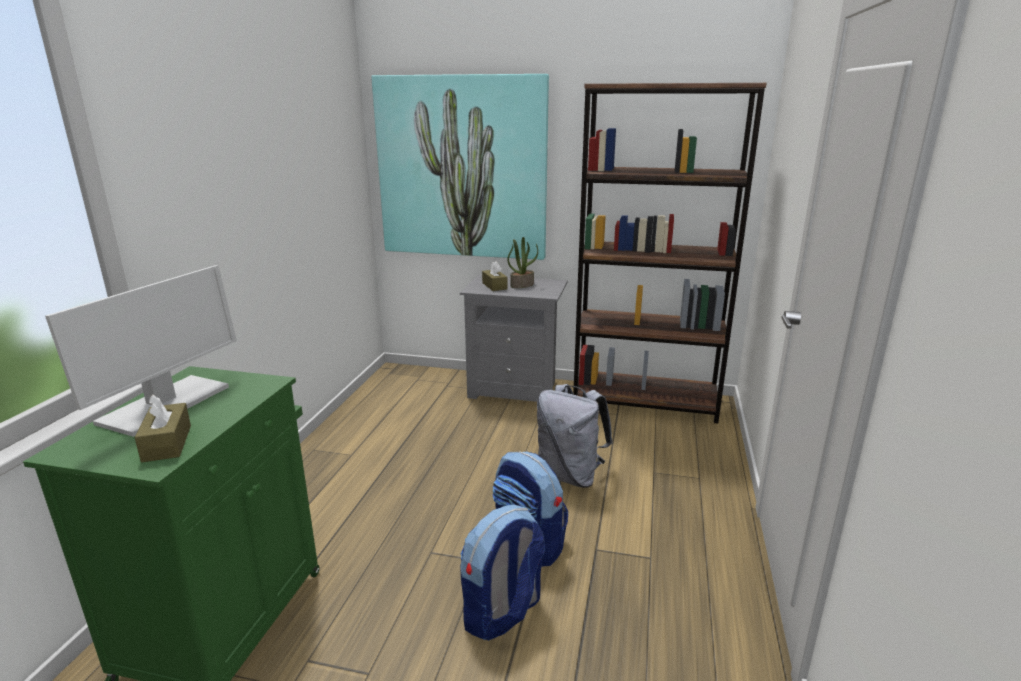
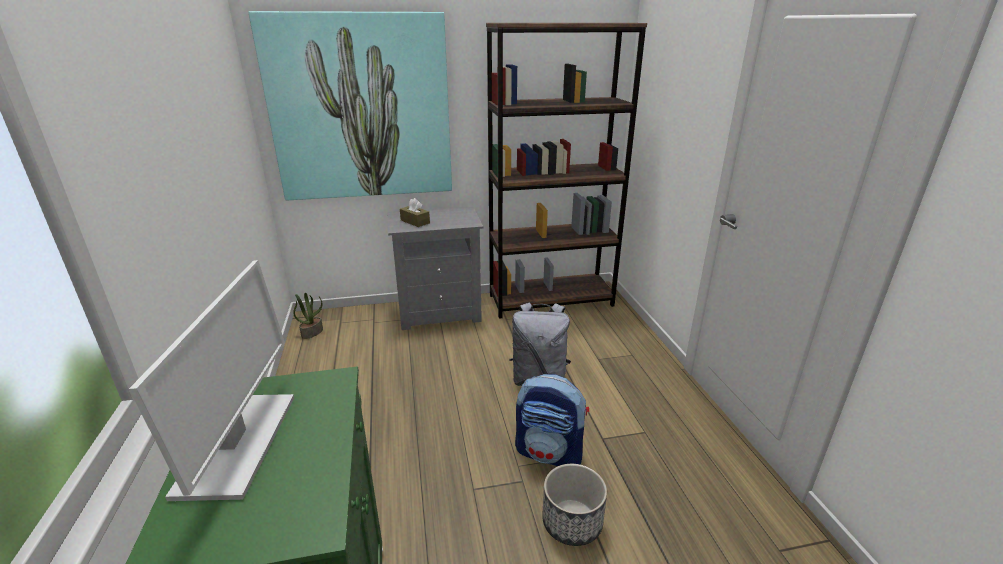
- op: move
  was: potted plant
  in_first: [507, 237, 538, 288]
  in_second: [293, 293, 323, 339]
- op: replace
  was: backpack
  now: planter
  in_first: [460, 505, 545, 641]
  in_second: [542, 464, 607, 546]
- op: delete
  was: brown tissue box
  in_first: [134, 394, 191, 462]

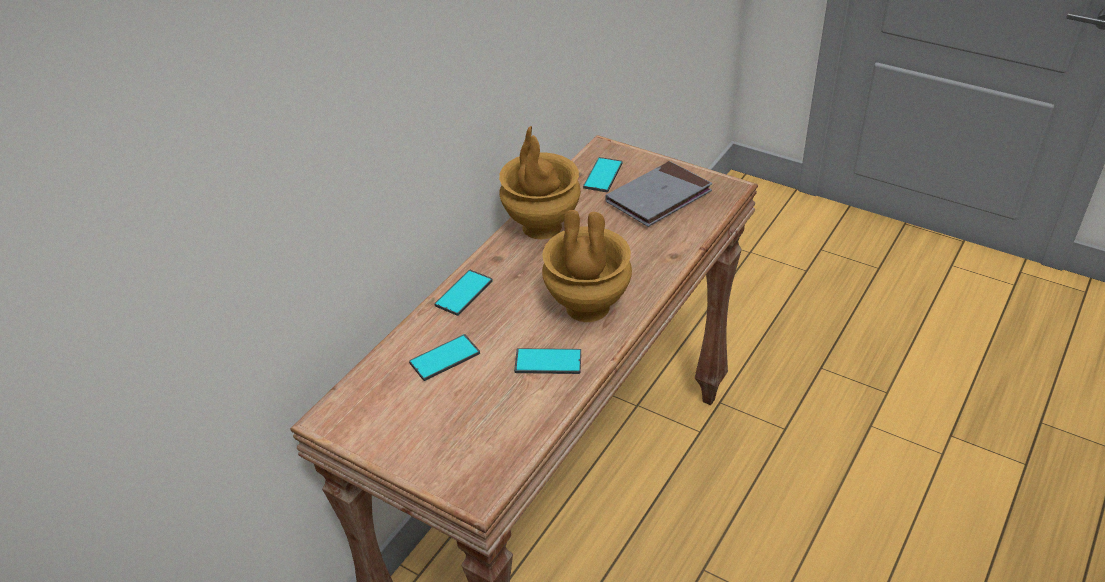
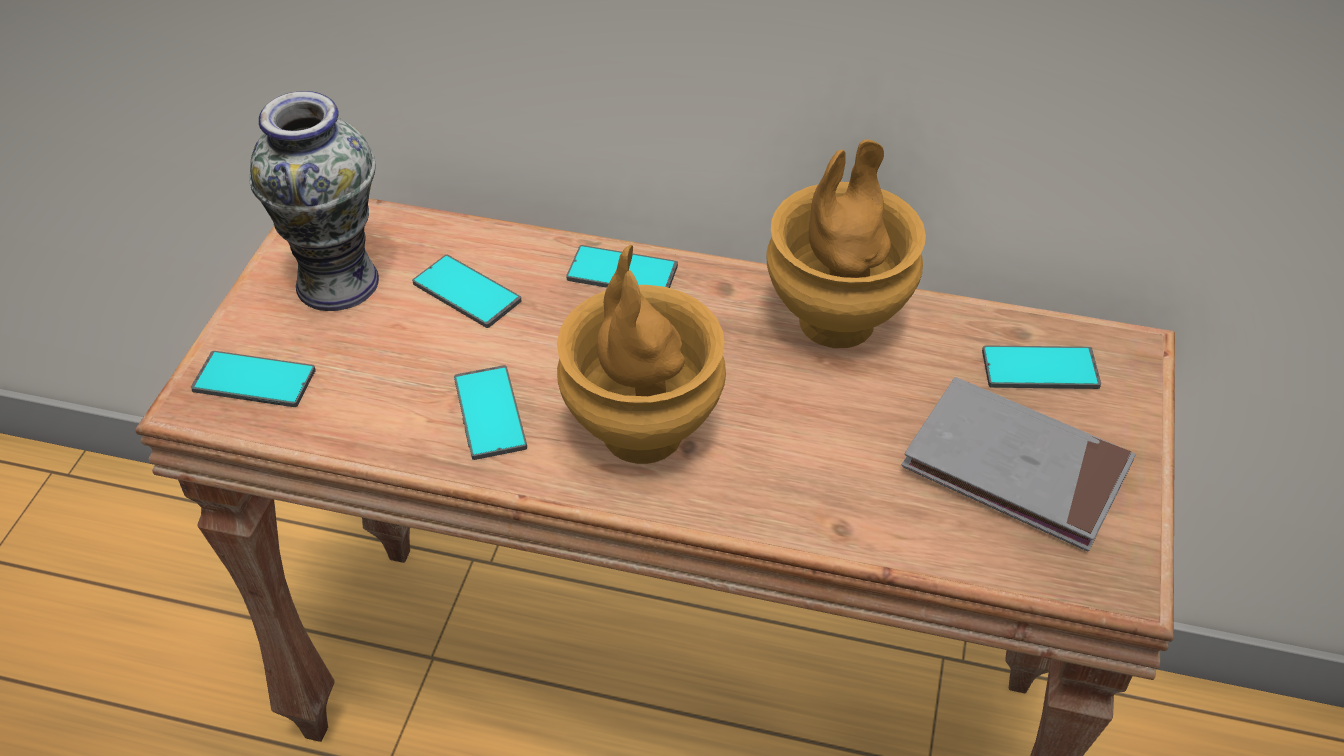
- op: insert
  now: phone
  in_second: [191, 351, 316, 407]
- op: insert
  now: vase
  in_second: [250, 91, 379, 311]

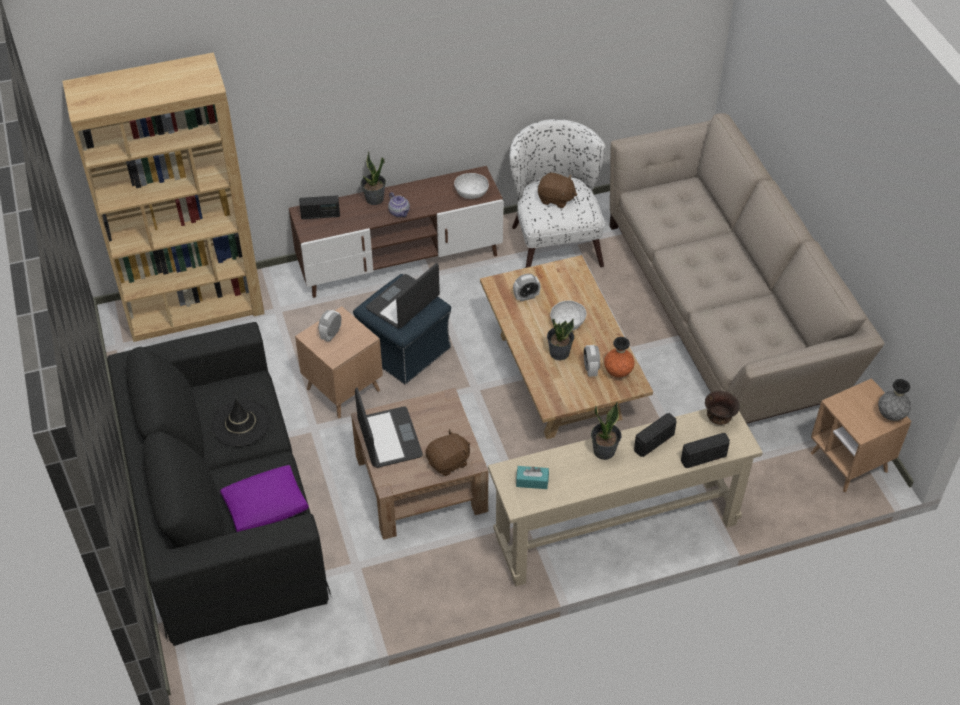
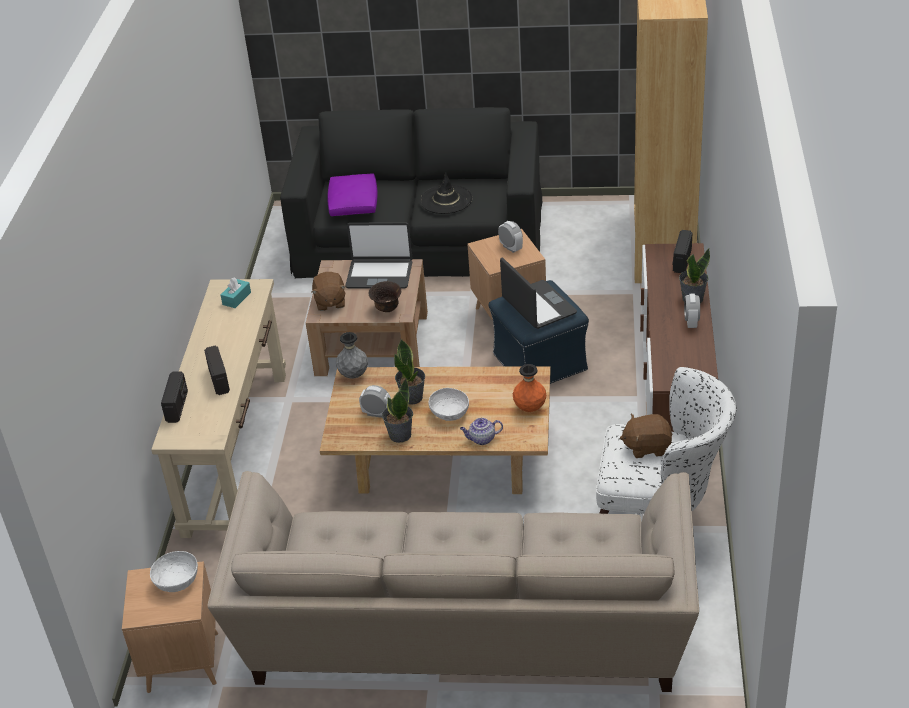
- op: move
  was: white bowl
  in_first: [454, 173, 489, 199]
  in_second: [150, 551, 198, 592]
- op: move
  was: grey vase
  in_first: [878, 379, 911, 421]
  in_second: [336, 332, 368, 379]
- op: move
  was: brown bowl
  in_first: [705, 391, 740, 425]
  in_second: [369, 281, 401, 312]
- op: move
  was: potted plant
  in_first: [591, 402, 622, 460]
  in_second: [382, 379, 413, 443]
- op: move
  was: teapot
  in_first: [388, 192, 410, 217]
  in_second: [460, 418, 503, 445]
- op: move
  was: orange vase
  in_first: [604, 337, 635, 377]
  in_second: [513, 364, 546, 412]
- op: rotate
  was: brown plush toy
  in_first: [538, 173, 577, 208]
  in_second: [620, 414, 672, 458]
  clockwise: 45
- op: move
  was: alarm clock
  in_first: [513, 274, 541, 301]
  in_second: [684, 294, 700, 328]

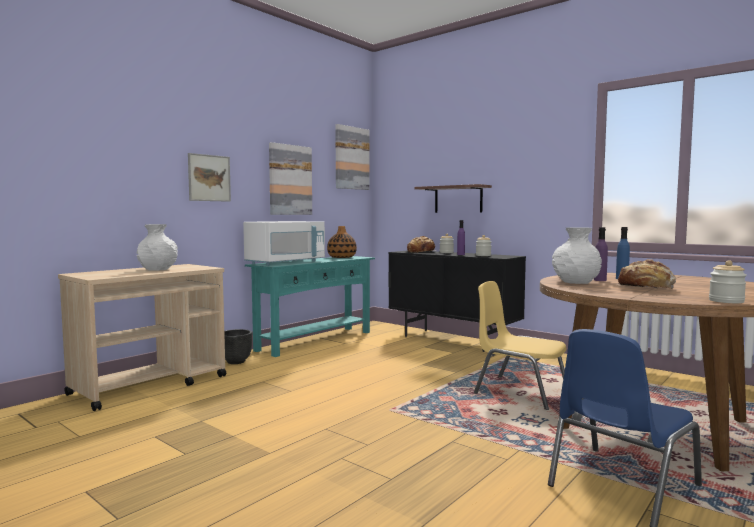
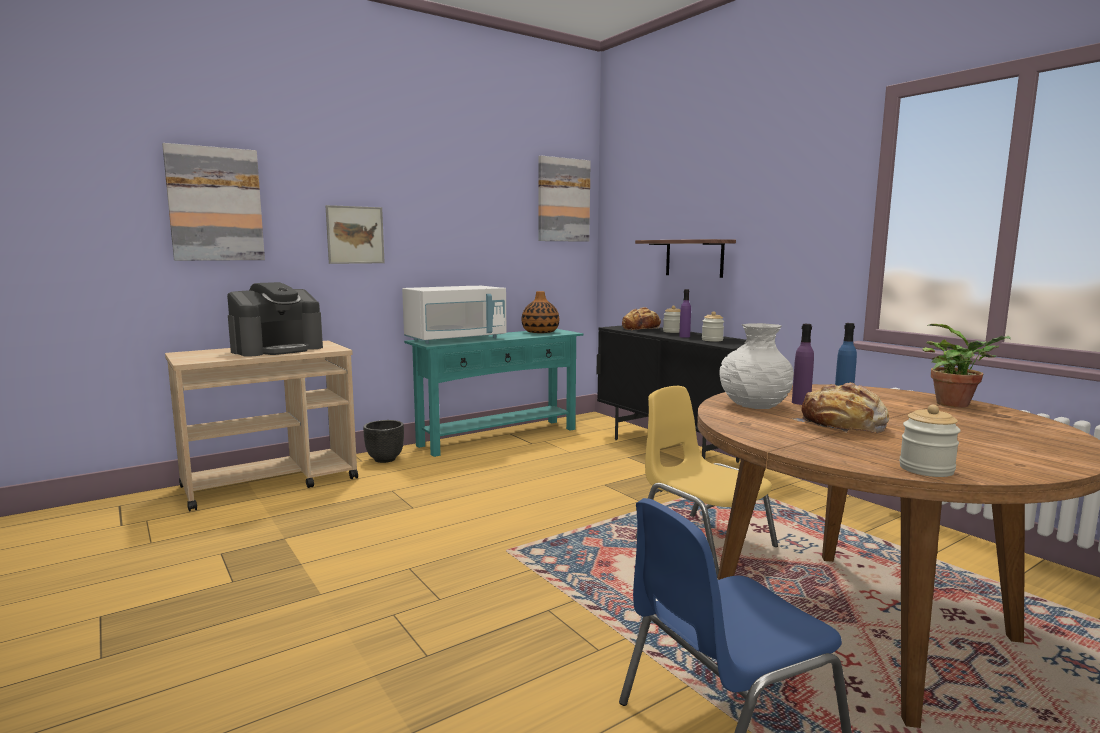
- op: move
  was: picture
  in_first: [269, 142, 312, 215]
  in_second: [162, 143, 265, 261]
- op: replace
  was: white vase
  now: coffee machine
  in_first: [137, 224, 178, 271]
  in_second: [227, 282, 323, 357]
- op: insert
  now: potted plant
  in_second: [922, 324, 1011, 407]

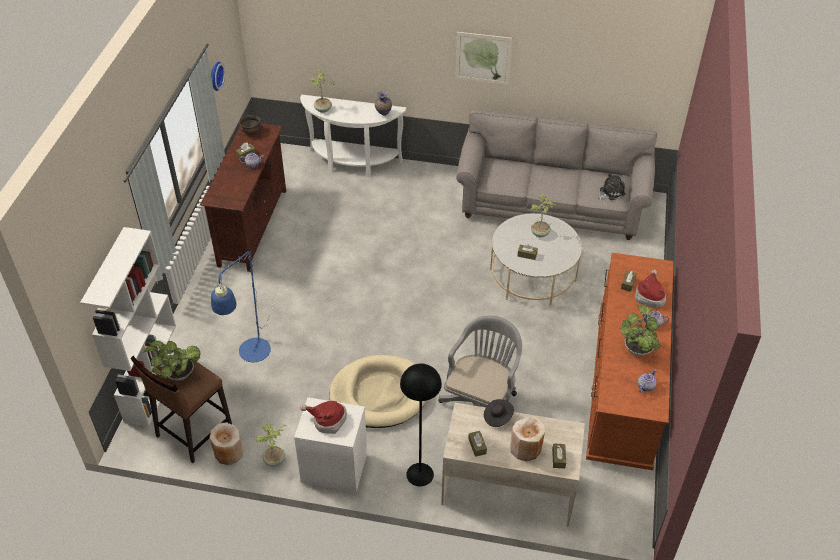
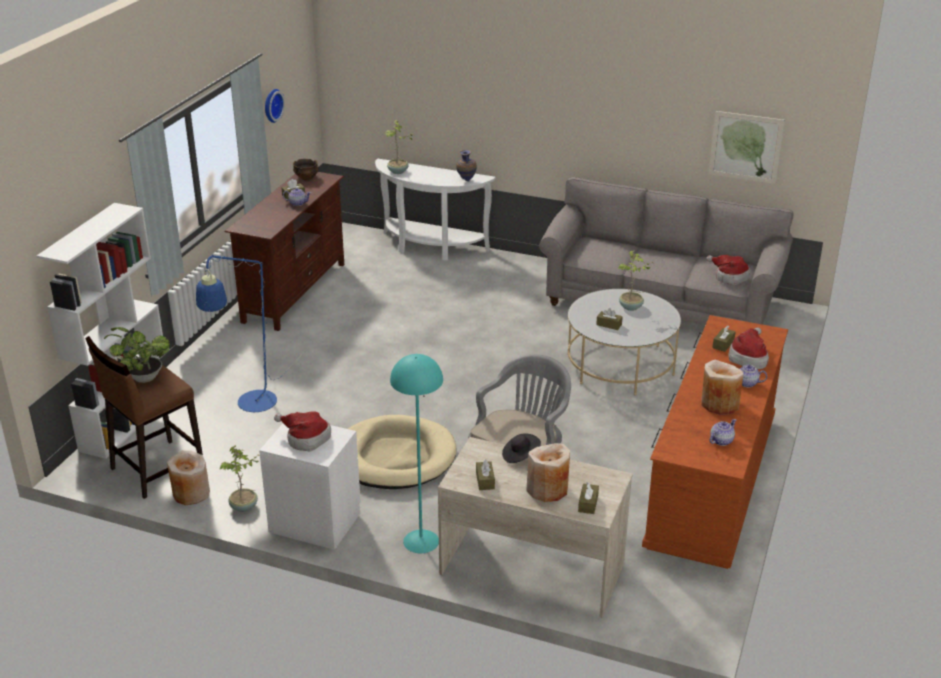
- op: recolor
  was: black floor lamp
  now: turquoise floor lamp
  in_first: [400, 363, 442, 486]
  in_second: [390, 354, 443, 553]
- op: replace
  was: potted plant
  now: beige vase
  in_first: [620, 305, 660, 356]
  in_second: [701, 360, 743, 415]
- op: replace
  was: plush toy
  now: hat
  in_first: [598, 173, 625, 200]
  in_second: [707, 255, 751, 285]
- op: move
  was: picture
  in_first: [455, 32, 513, 85]
  in_second: [708, 111, 785, 184]

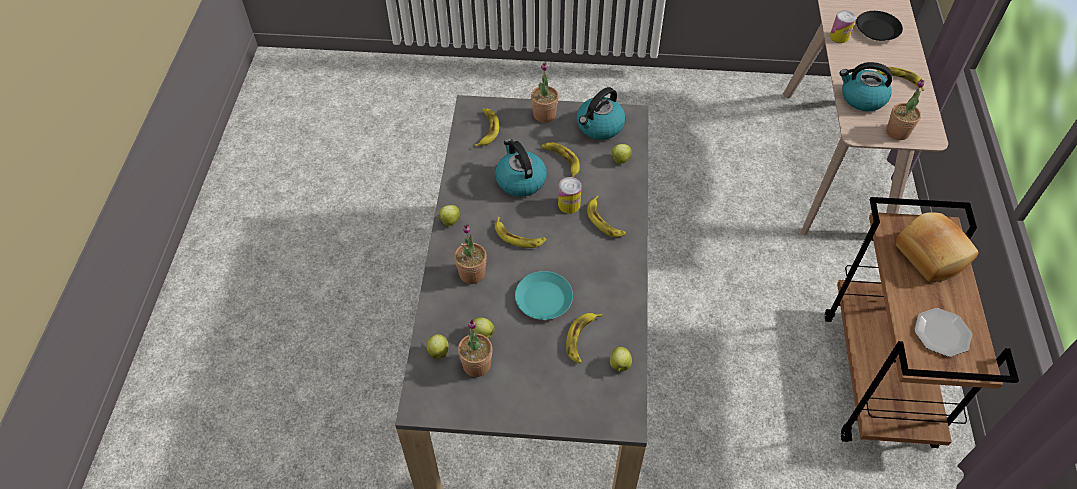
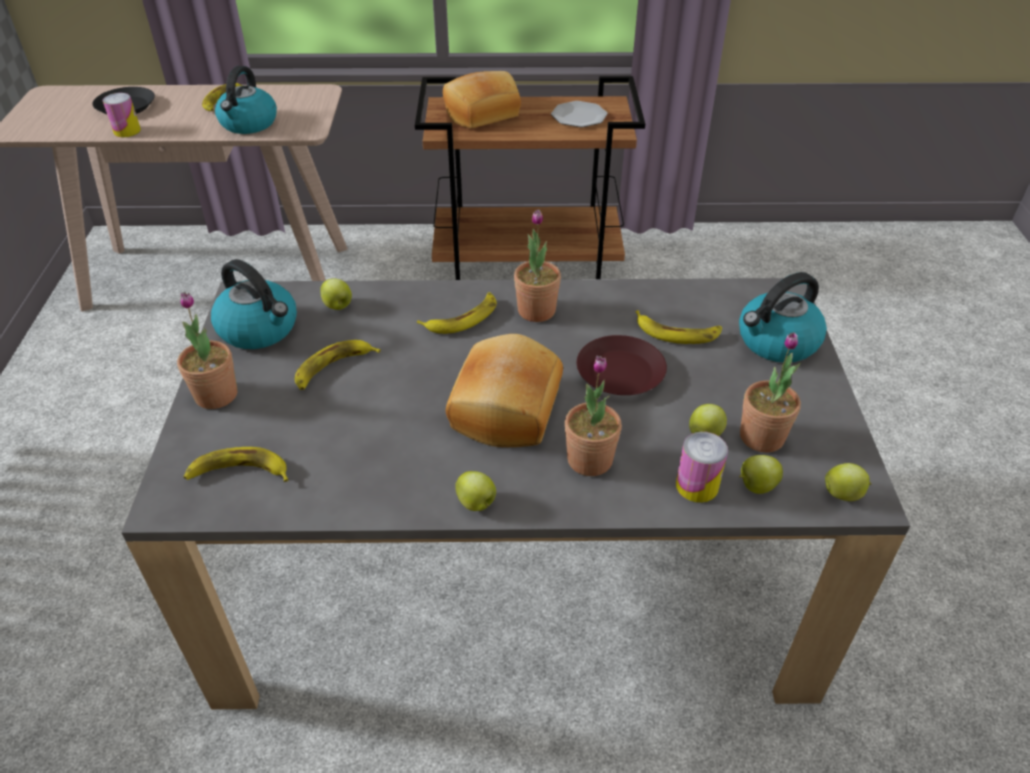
- op: replace
  was: banana
  now: bread
  in_first: [495, 217, 546, 248]
  in_second: [446, 334, 563, 447]
- op: move
  was: potted plant
  in_first: [886, 79, 924, 140]
  in_second: [514, 209, 561, 322]
- op: recolor
  was: turquoise plate
  now: brown plate
  in_first: [515, 271, 573, 320]
  in_second: [577, 335, 667, 395]
- op: move
  was: can
  in_first: [558, 177, 582, 214]
  in_second: [676, 432, 728, 503]
- op: move
  was: kettle
  in_first: [495, 139, 547, 197]
  in_second: [739, 272, 827, 362]
- op: move
  was: apple
  in_first: [610, 347, 632, 371]
  in_second: [825, 463, 872, 501]

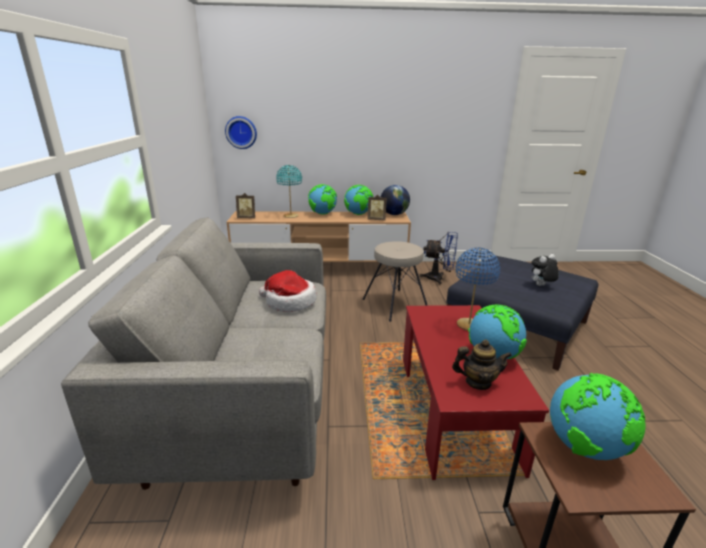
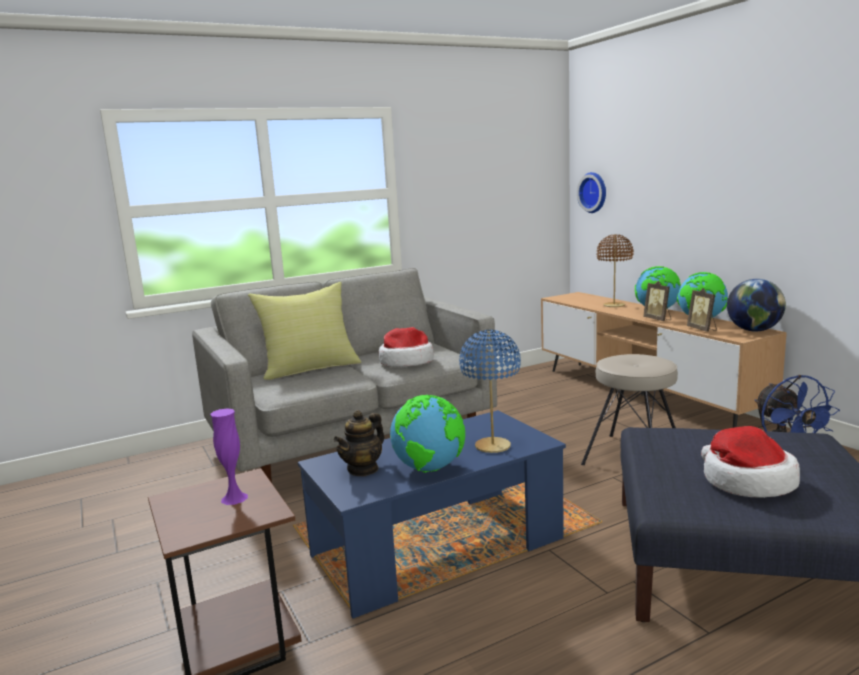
- op: replace
  was: globe
  now: purple vase
  in_first: [550, 373, 646, 460]
  in_second: [210, 409, 248, 505]
- op: insert
  now: yellow pillow
  in_second: [248, 282, 361, 380]
- op: recolor
  was: red coffee table
  now: blue coffee table
  in_first: [403, 305, 549, 480]
  in_second: [298, 410, 566, 619]
- op: rotate
  was: teapot
  in_first: [452, 339, 512, 390]
  in_second: [334, 410, 384, 476]
  clockwise: 60
- op: recolor
  was: turquoise table lamp
  now: brown table lamp
  in_first: [276, 165, 302, 218]
  in_second: [596, 234, 634, 307]
- op: move
  was: picture frame
  in_first: [236, 193, 255, 218]
  in_second: [643, 281, 671, 321]
- op: replace
  was: plush toy
  now: hat
  in_first: [531, 254, 559, 286]
  in_second: [701, 426, 800, 498]

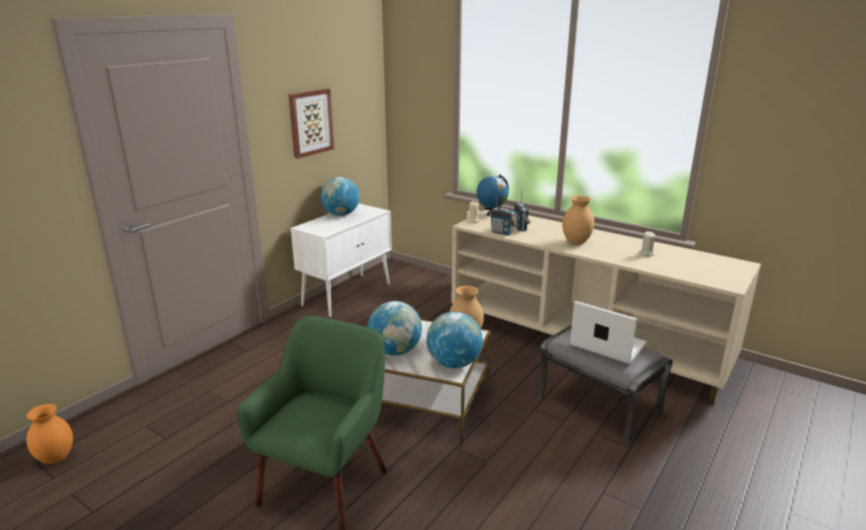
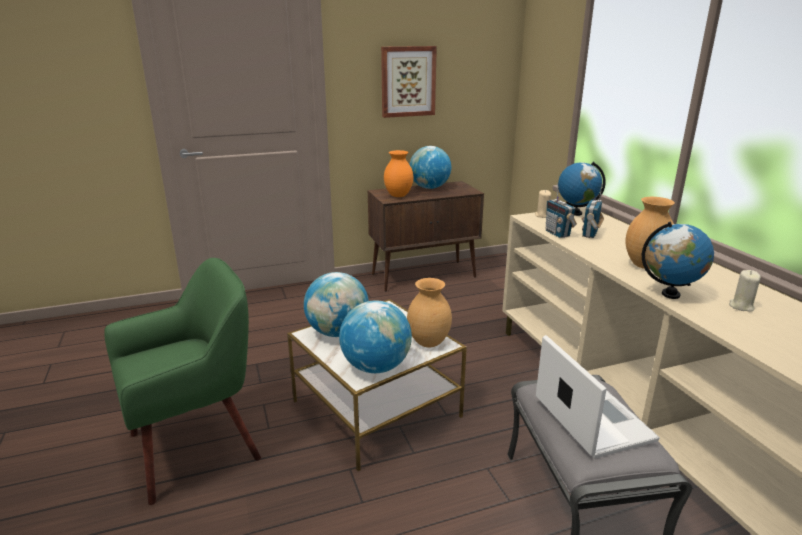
- op: recolor
  was: white cabinet
  now: brown cabinet
  in_first: [291, 203, 392, 317]
  in_second: [368, 181, 484, 292]
- op: move
  was: orange vase
  in_first: [26, 404, 73, 464]
  in_second: [384, 150, 413, 197]
- op: insert
  now: globe
  in_second: [642, 222, 714, 299]

